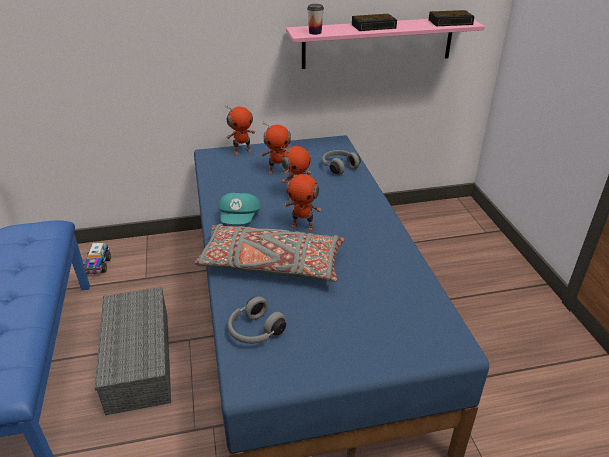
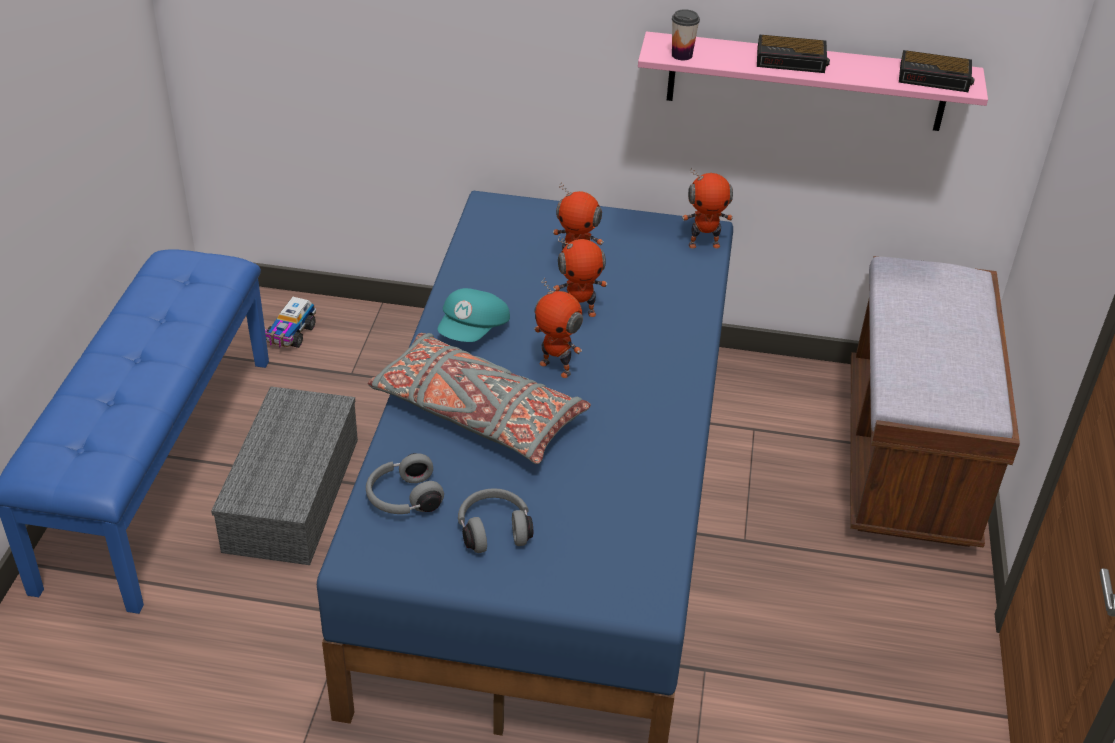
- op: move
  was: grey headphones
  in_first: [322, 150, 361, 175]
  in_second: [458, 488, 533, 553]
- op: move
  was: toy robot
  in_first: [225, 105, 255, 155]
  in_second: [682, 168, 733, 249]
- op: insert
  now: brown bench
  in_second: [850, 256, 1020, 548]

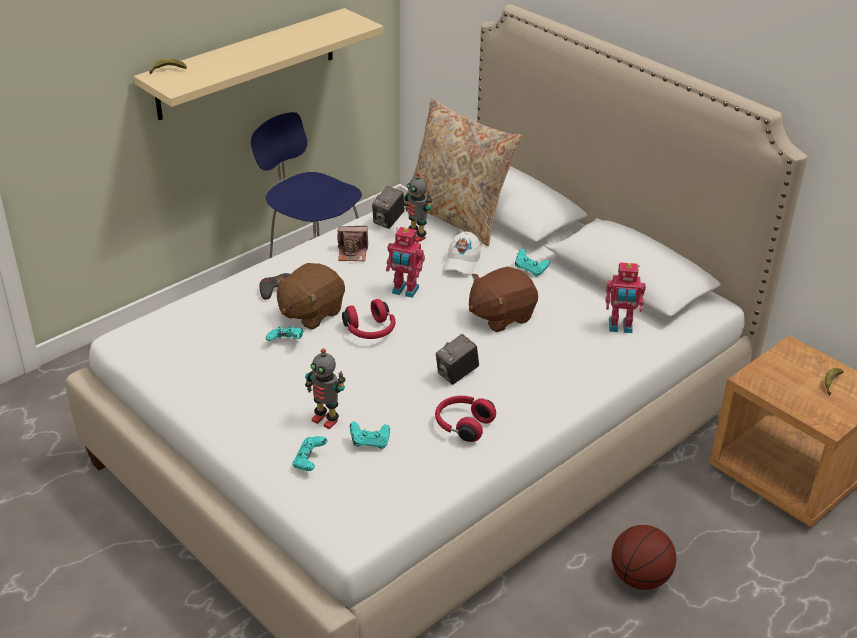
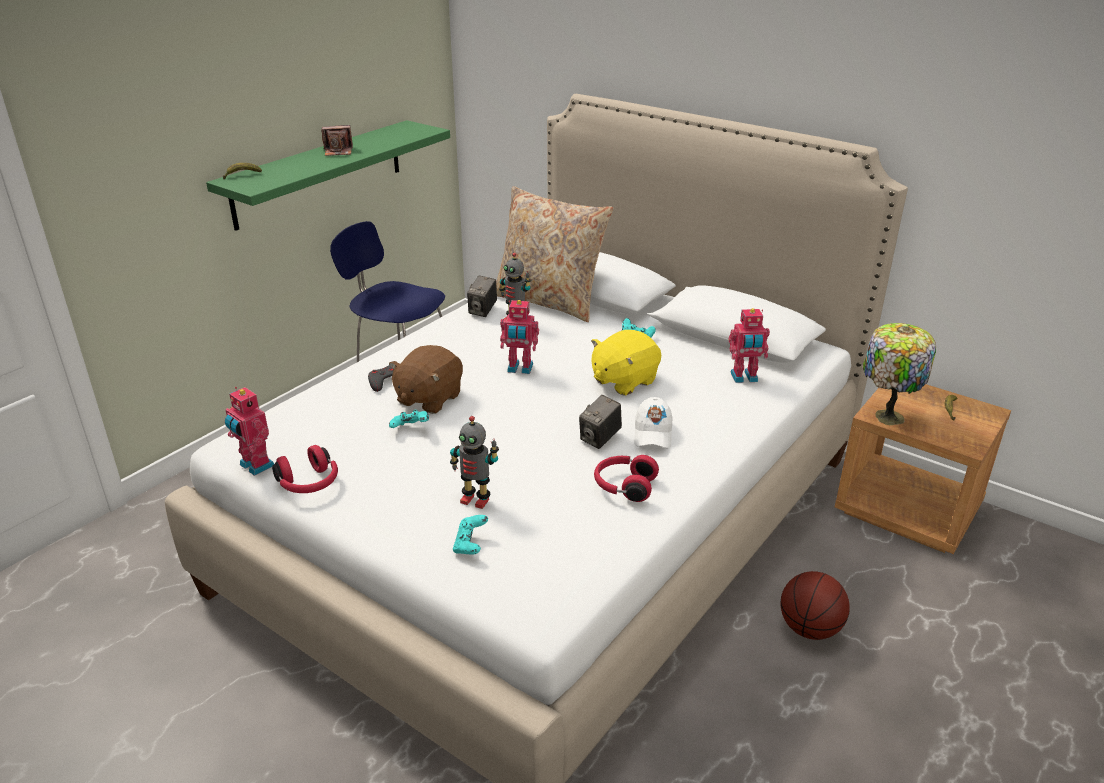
- op: recolor
  was: beige shelf
  now: green shelf
  in_first: [134, 8, 383, 120]
  in_second: [206, 120, 450, 231]
- op: insert
  now: toy robot
  in_second: [225, 387, 274, 476]
- op: move
  was: red headphones
  in_first: [342, 299, 395, 339]
  in_second: [272, 445, 338, 493]
- op: move
  was: photo camera
  in_first: [337, 226, 368, 261]
  in_second: [321, 125, 353, 156]
- op: recolor
  was: brown plush toy
  now: yellow plush toy
  in_first: [469, 266, 538, 332]
  in_second: [591, 330, 661, 396]
- op: move
  was: white cap
  in_first: [443, 231, 481, 275]
  in_second: [634, 397, 672, 448]
- op: insert
  now: table lamp
  in_second: [863, 323, 936, 426]
- op: delete
  was: turquoise game controller
  in_first: [350, 422, 390, 449]

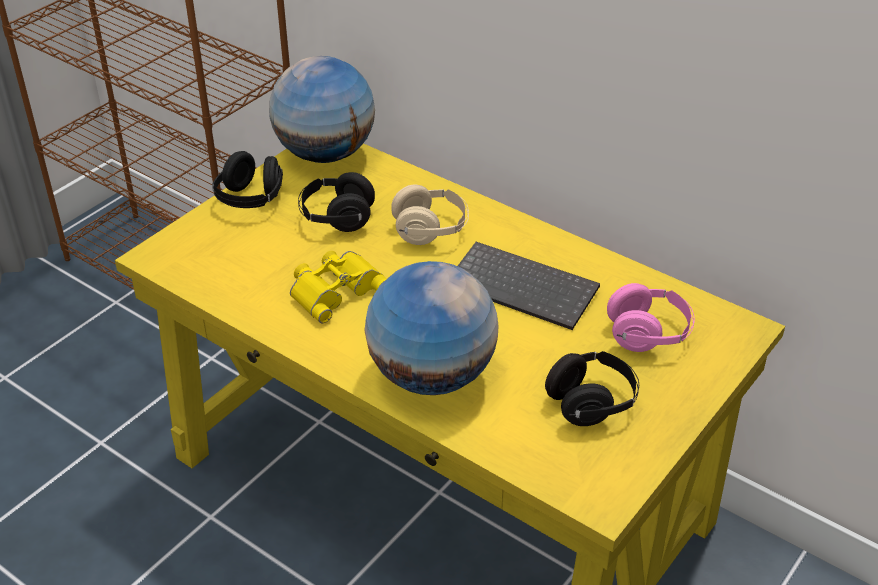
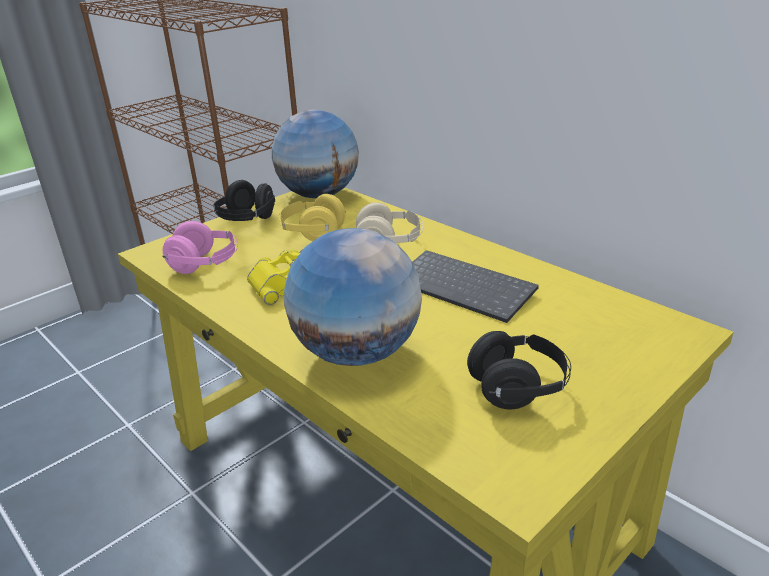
- op: move
  was: pink headphones
  in_first: [607, 283, 695, 352]
  in_second: [162, 221, 238, 274]
- op: recolor
  was: black headphones
  now: yellow headphones
  in_first: [298, 172, 375, 232]
  in_second: [278, 194, 346, 241]

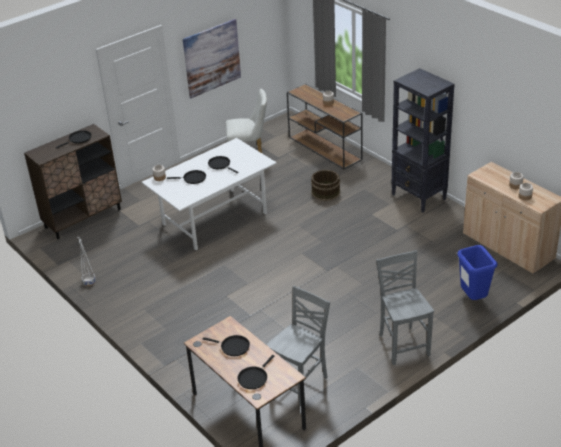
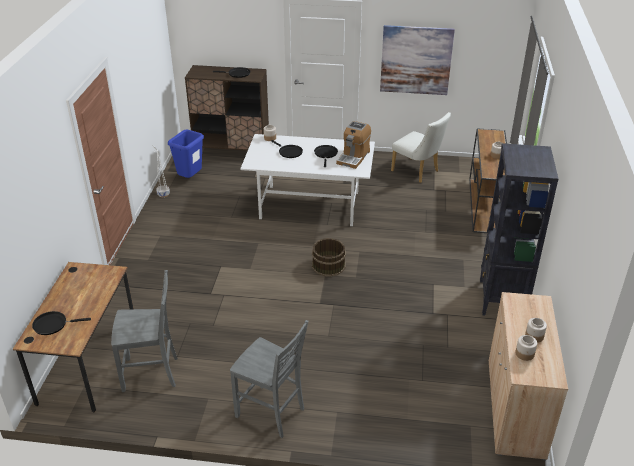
- op: move
  was: blue trash can
  in_first: [457, 245, 498, 300]
  in_second: [168, 130, 204, 178]
- op: rotate
  was: grey chair
  in_first: [376, 250, 434, 365]
  in_second: [230, 320, 308, 438]
  clockwise: 90
- op: move
  was: brown bucket
  in_first: [311, 170, 340, 201]
  in_second: [312, 238, 346, 277]
- op: insert
  now: coffee machine
  in_second: [336, 121, 371, 169]
- op: delete
  was: black frying pan
  in_first: [203, 335, 250, 356]

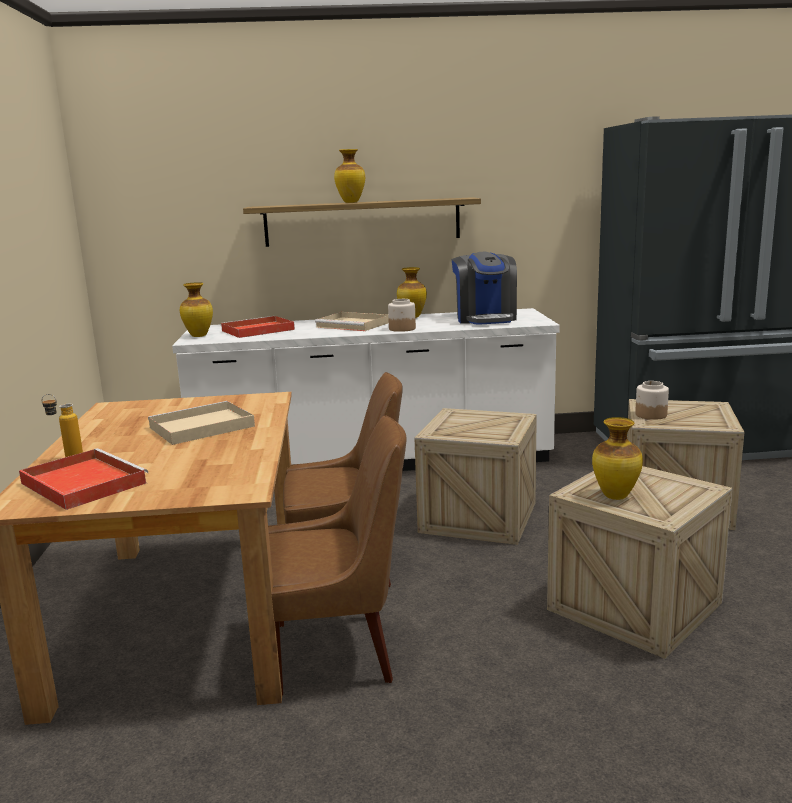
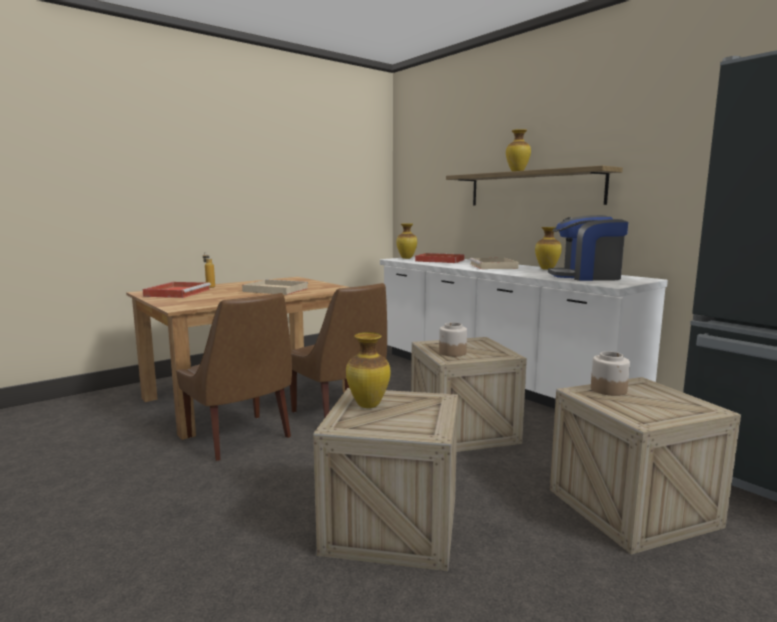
- op: move
  was: jar
  in_first: [388, 299, 416, 332]
  in_second: [439, 322, 467, 357]
- op: rotate
  was: coffee machine
  in_first: [452, 252, 517, 325]
  in_second: [548, 215, 628, 281]
  clockwise: 45

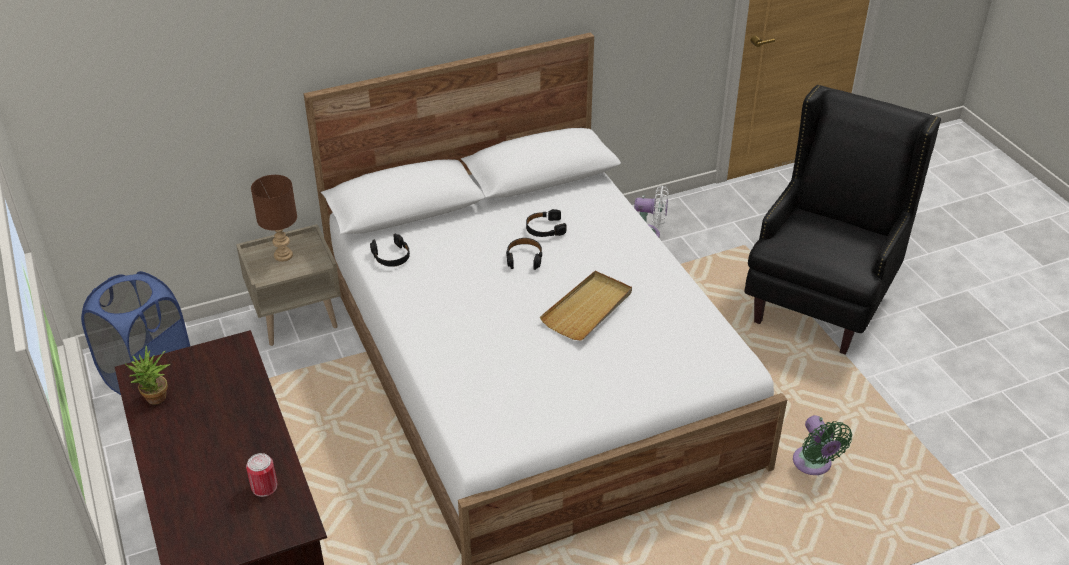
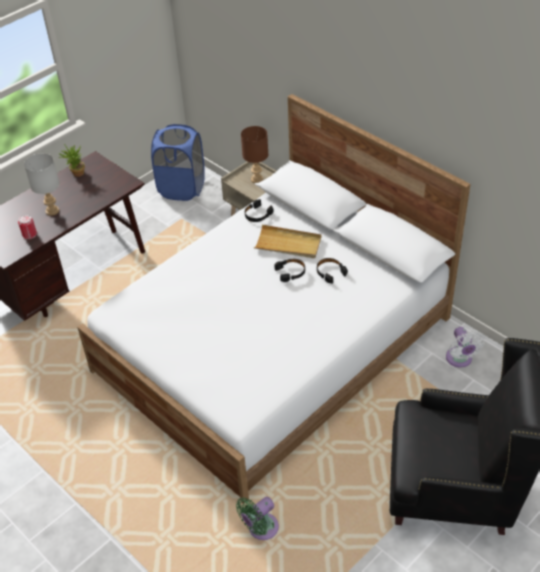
- op: insert
  now: grey table lamp
  in_second: [24, 153, 60, 216]
- op: move
  was: beige tray
  in_first: [540, 271, 632, 341]
  in_second: [254, 225, 322, 258]

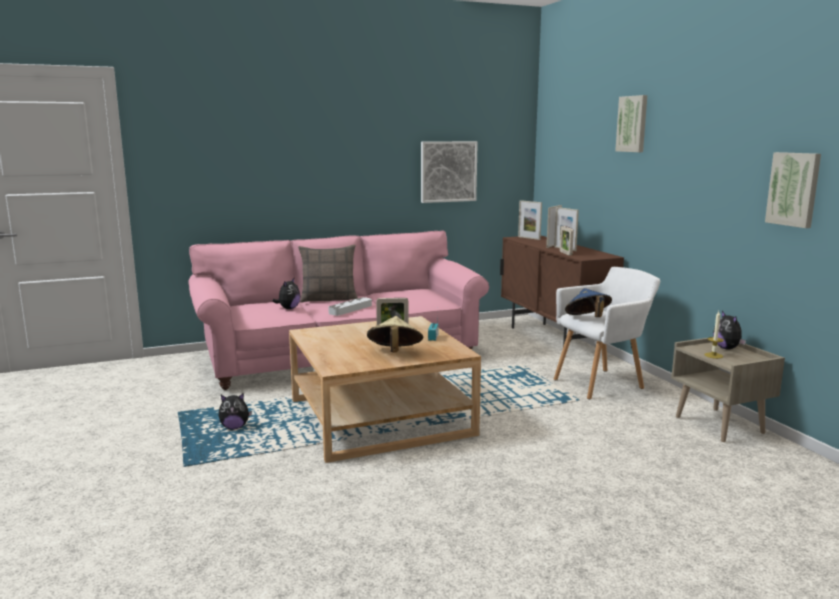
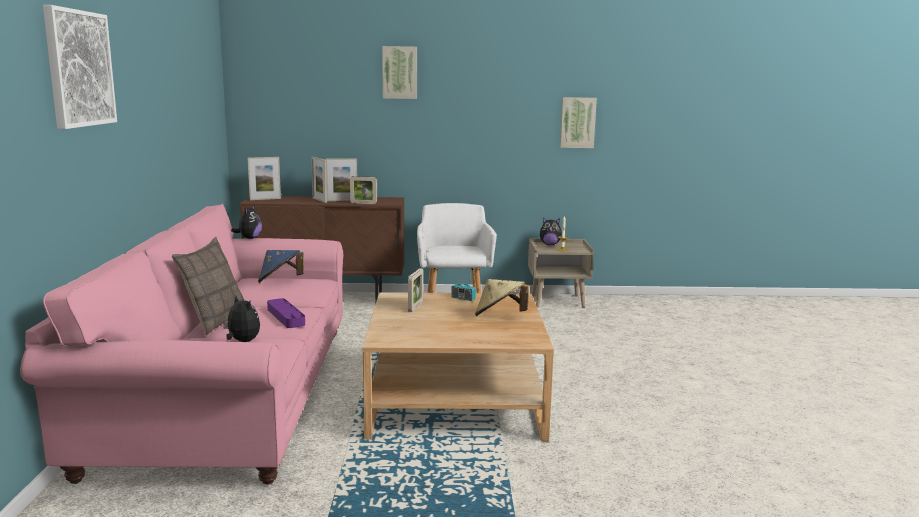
- op: move
  was: picture
  in_first: [421, 141, 478, 203]
  in_second: [43, 5, 117, 129]
- op: move
  was: plush toy
  in_first: [218, 393, 252, 429]
  in_second: [231, 204, 262, 239]
- op: move
  was: blue hat
  in_first: [565, 288, 612, 317]
  in_second: [258, 250, 304, 283]
- op: recolor
  was: grey tray
  now: purple tray
  in_first: [328, 297, 372, 316]
  in_second: [267, 298, 305, 328]

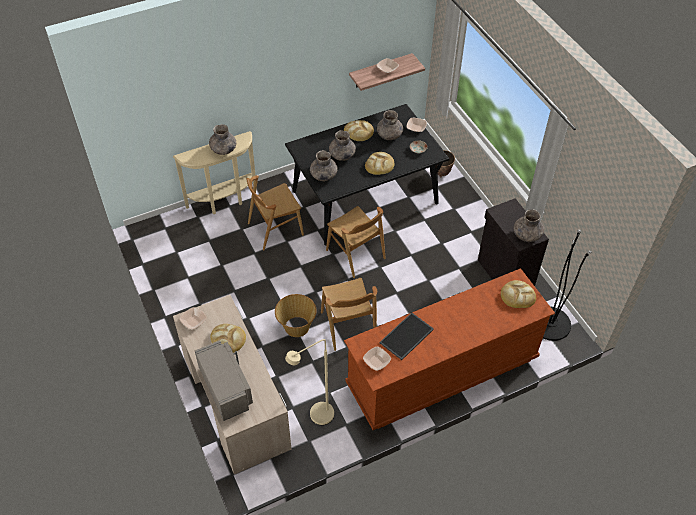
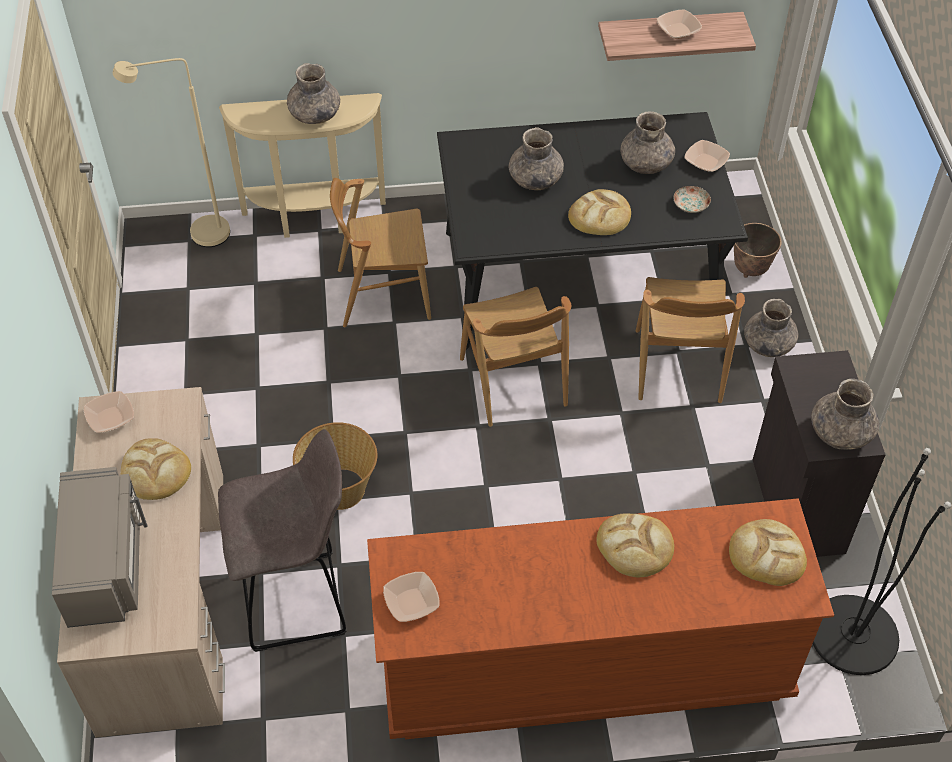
- op: move
  was: beige floor lamp
  in_first: [285, 339, 334, 425]
  in_second: [113, 58, 230, 247]
- op: insert
  now: grey stool
  in_second: [218, 429, 347, 652]
- op: move
  was: bread
  in_first: [344, 120, 374, 141]
  in_second: [597, 513, 674, 577]
- op: move
  was: brown chair
  in_first: [321, 278, 377, 351]
  in_second: [636, 277, 745, 403]
- op: move
  was: grey vase
  in_first: [310, 150, 338, 181]
  in_second: [744, 299, 798, 357]
- op: delete
  was: tray
  in_first: [379, 313, 434, 360]

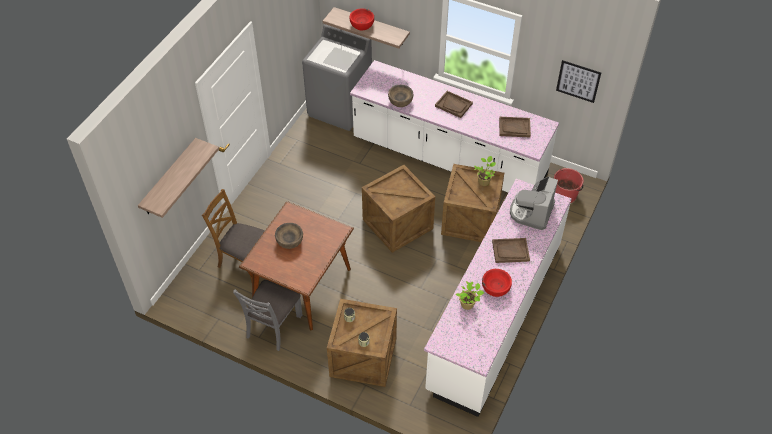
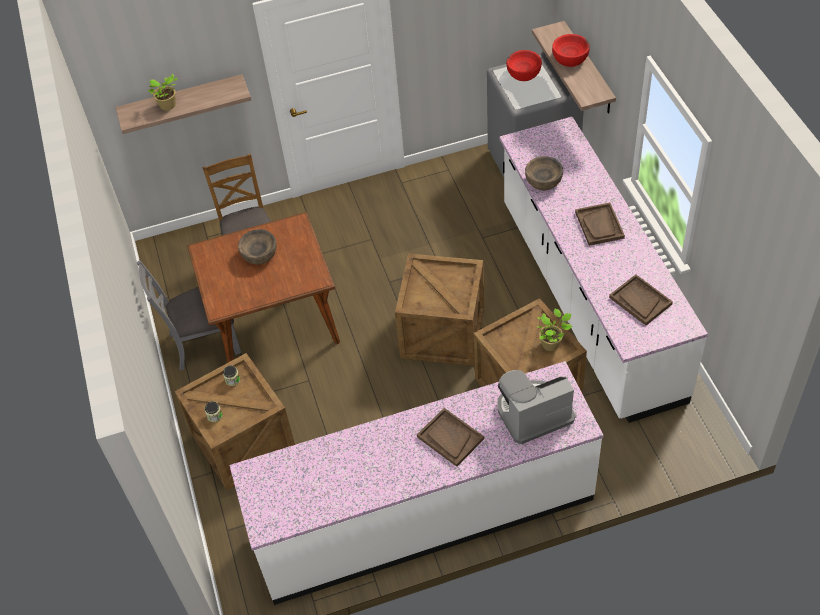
- op: move
  was: potted plant
  in_first: [456, 281, 484, 310]
  in_second: [148, 74, 178, 111]
- op: move
  was: red bowl
  in_first: [482, 269, 512, 297]
  in_second: [506, 50, 542, 81]
- op: delete
  was: red bucket
  in_first: [554, 168, 583, 203]
- op: delete
  was: picture
  in_first: [556, 60, 601, 103]

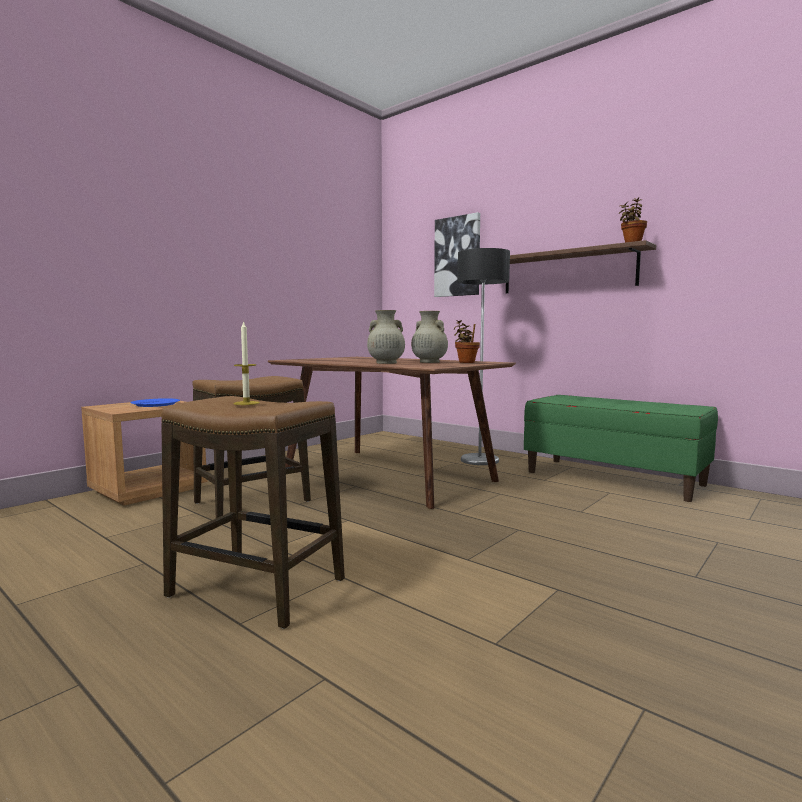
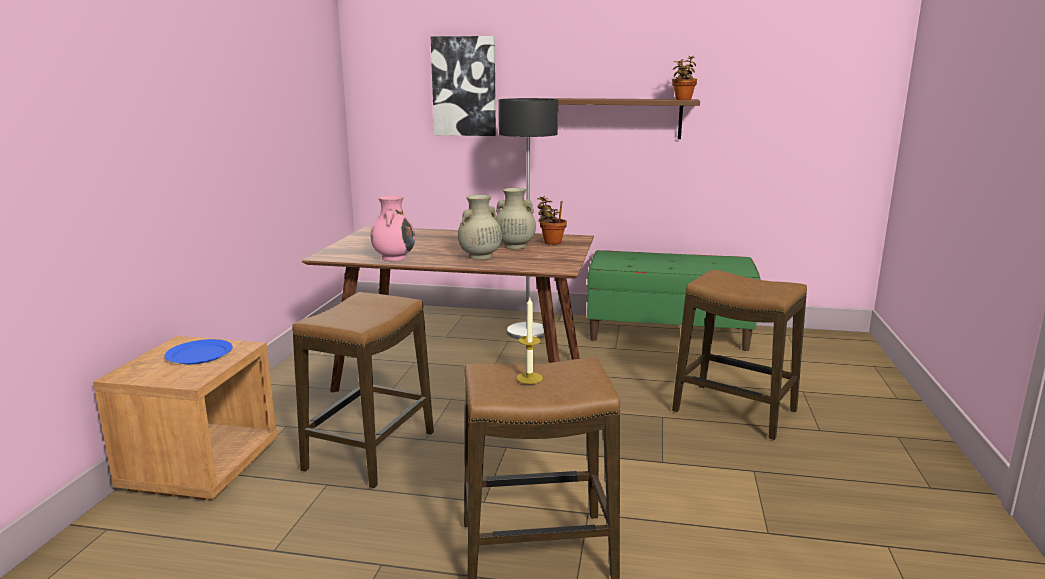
- op: insert
  now: pink vase
  in_second: [371, 196, 415, 261]
- op: insert
  now: stool
  in_second: [672, 269, 807, 440]

